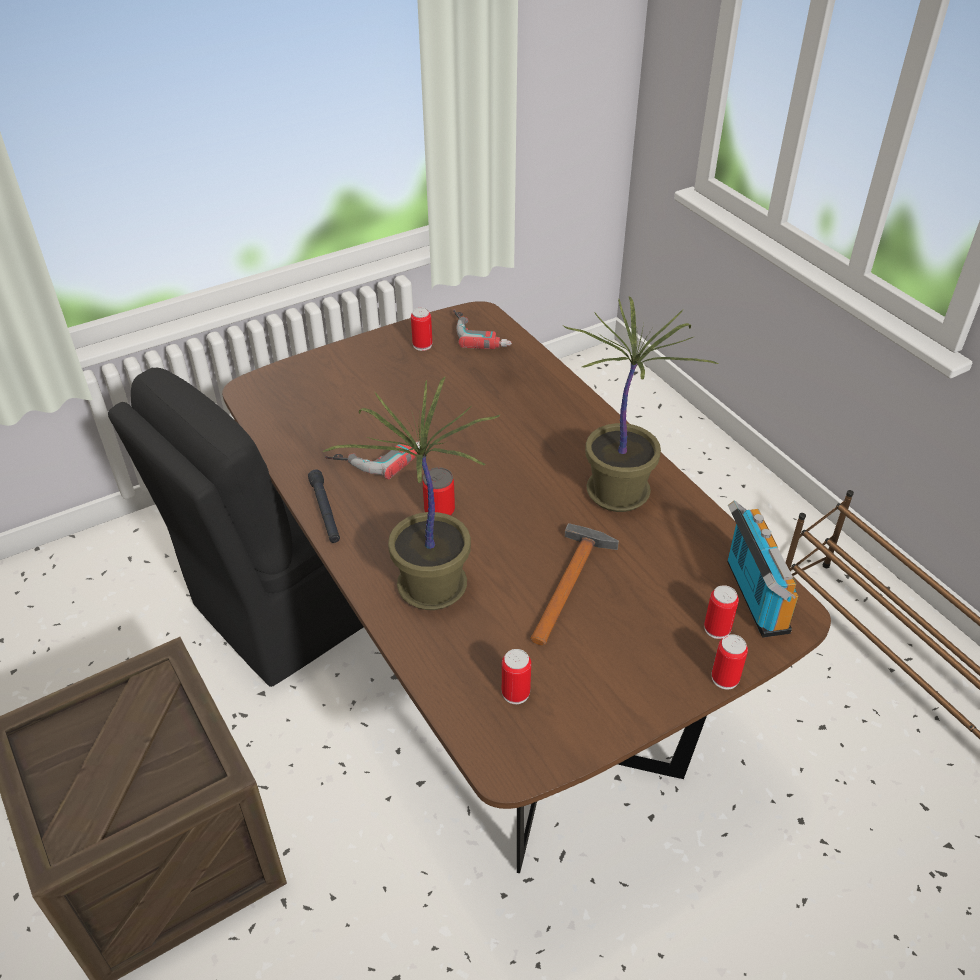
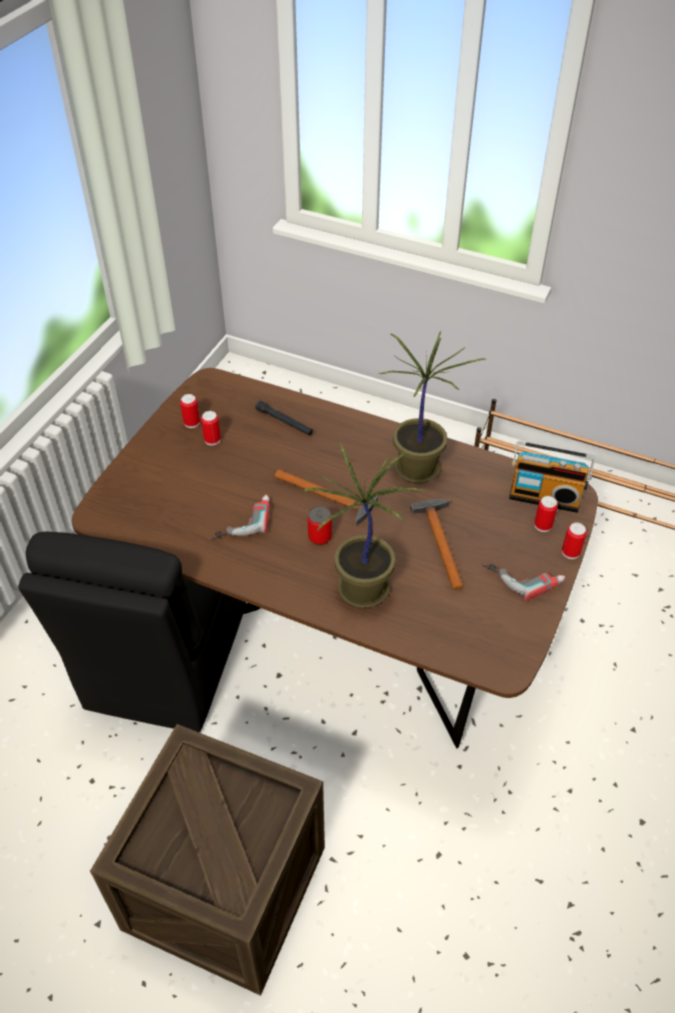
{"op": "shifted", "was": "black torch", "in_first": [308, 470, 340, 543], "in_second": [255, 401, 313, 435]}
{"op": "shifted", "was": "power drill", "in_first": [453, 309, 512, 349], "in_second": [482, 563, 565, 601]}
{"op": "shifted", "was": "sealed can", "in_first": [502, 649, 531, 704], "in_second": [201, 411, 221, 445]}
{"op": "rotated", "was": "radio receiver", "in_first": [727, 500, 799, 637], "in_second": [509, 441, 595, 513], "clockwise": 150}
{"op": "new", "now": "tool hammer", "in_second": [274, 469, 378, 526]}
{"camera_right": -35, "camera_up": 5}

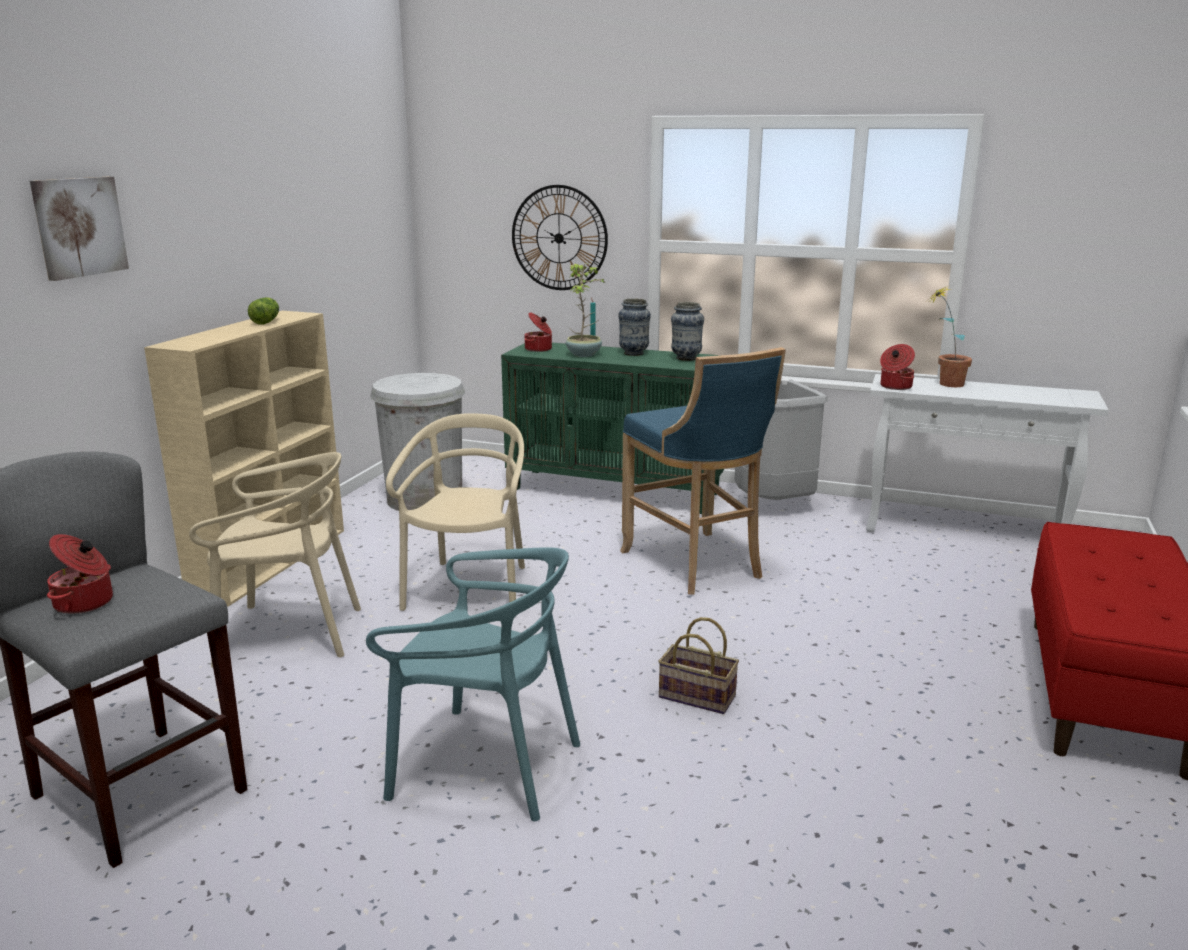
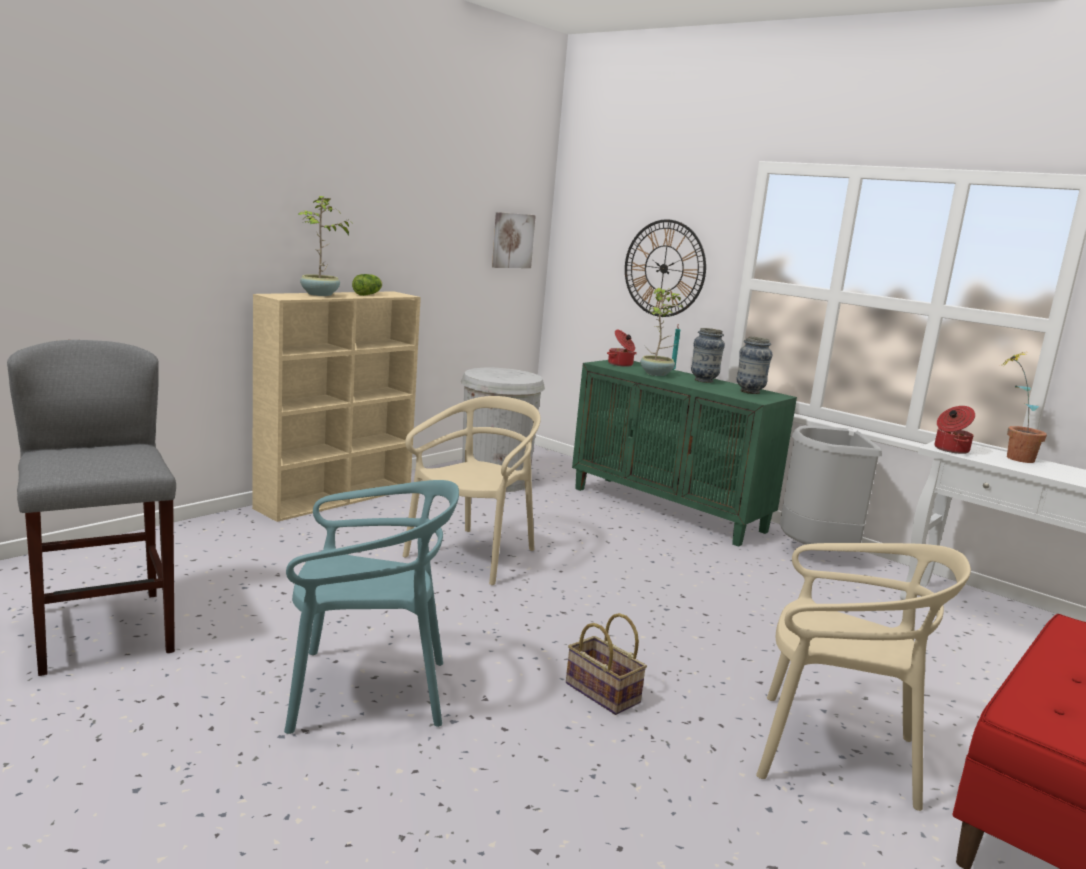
{"op": "shifted", "was": "wall picture", "in_first": [30, 177, 129, 281], "in_second": [492, 212, 536, 268]}
{"op": "gone", "was": "saucepot", "in_first": [47, 534, 113, 614]}
{"op": "shifted", "was": "beige-coloured chair", "in_first": [189, 452, 361, 668], "in_second": [756, 543, 971, 811]}
{"op": "rotated", "was": "blue-green chair", "in_first": [366, 547, 580, 821], "in_second": [284, 480, 459, 734], "clockwise": -45}
{"op": "gone", "was": "blue-coloured sitting stool", "in_first": [620, 347, 786, 595]}
{"op": "new", "now": "houseplant", "in_second": [298, 196, 353, 296]}
{"camera_right": 20, "camera_up": -5}

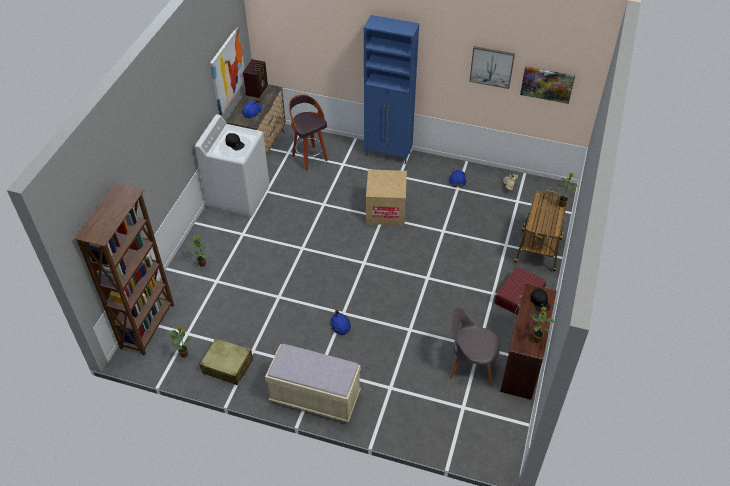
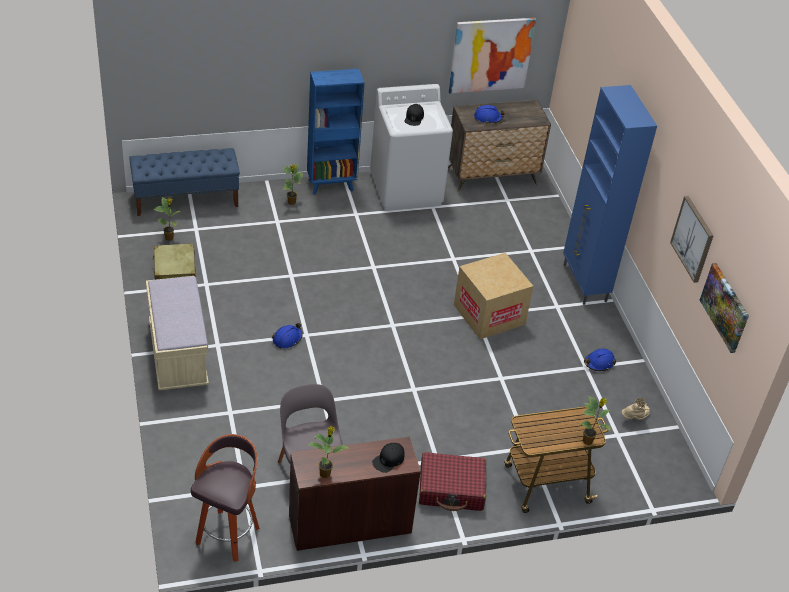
{"op": "swapped", "was": "brown shelving unit", "now": "blue-coloured bench", "in_first": [74, 183, 174, 356], "in_second": [129, 148, 240, 216]}
{"op": "gone", "was": "radio receiver", "in_first": [243, 59, 268, 98]}
{"op": "shifted", "was": "sitting stool", "in_first": [289, 94, 328, 170], "in_second": [191, 434, 260, 562]}
{"op": "new", "now": "blue-coloured shelving unit", "in_second": [307, 69, 365, 195]}
{"camera_right": 55, "camera_up": -5}

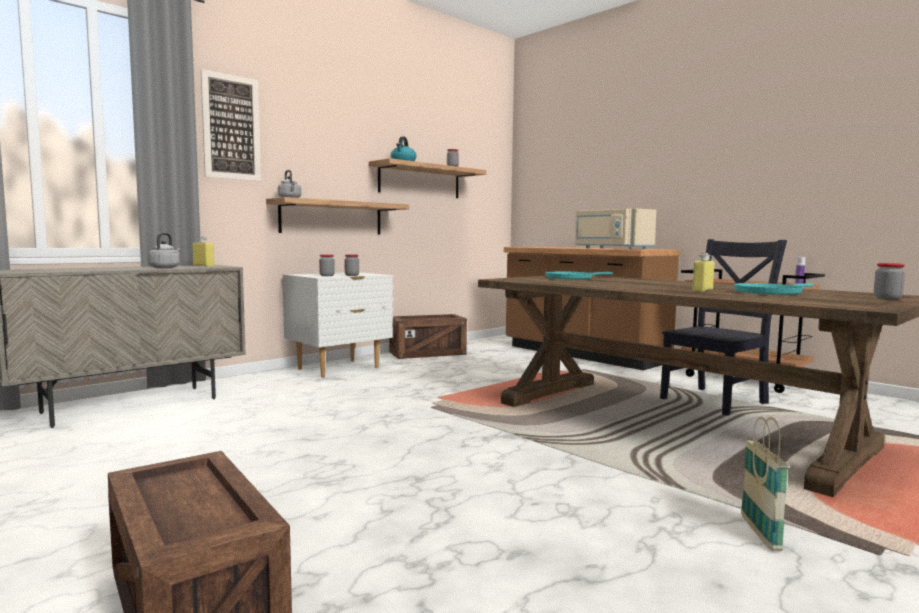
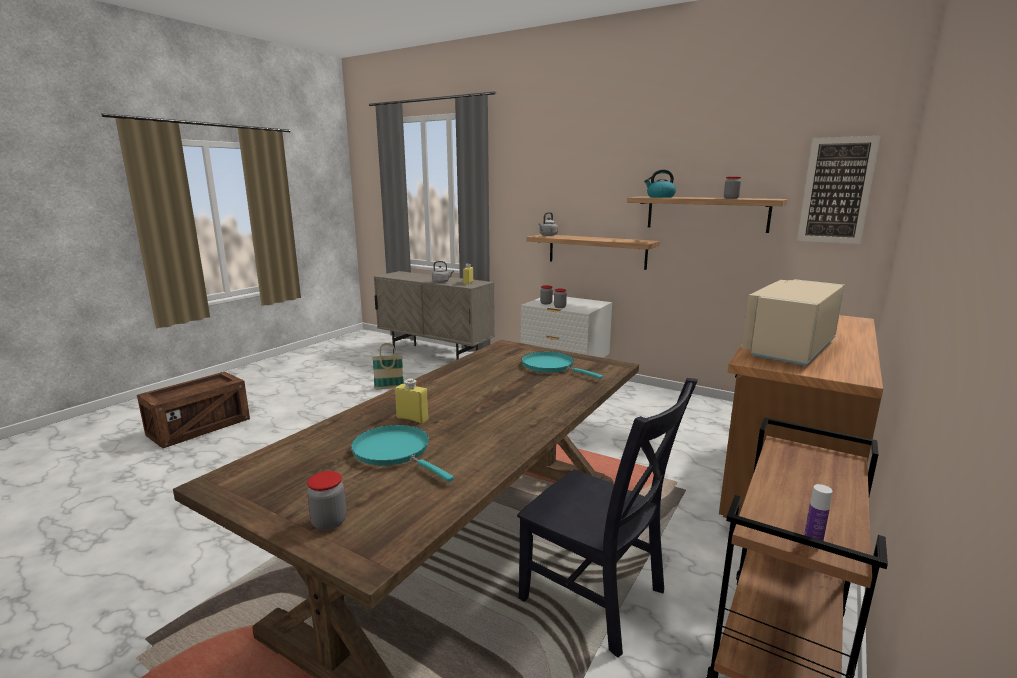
{"op": "shifted", "was": "wall picture", "in_first": [201, 69, 261, 181], "in_second": [797, 136, 881, 244]}
{"op": "gone", "was": "shipping crate", "in_first": [389, 314, 467, 359]}
{"op": "shifted", "was": "basket", "in_first": [741, 416, 789, 551], "in_second": [372, 343, 404, 389]}
{"camera_right": 75, "camera_up": 10}

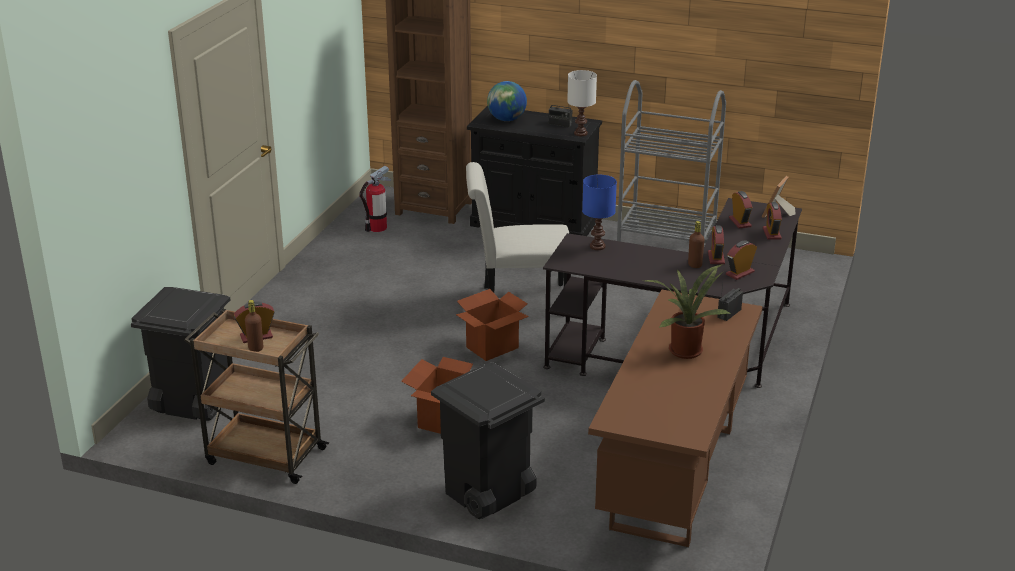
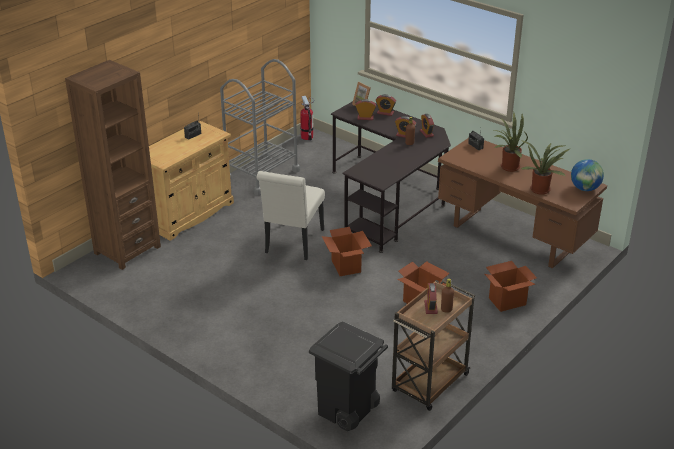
{"op": "shifted", "was": "fire-fighting cylinder", "in_first": [359, 166, 391, 232], "in_second": [300, 96, 314, 141]}
{"op": "swapped", "was": "black waste bin", "now": "packing box", "in_first": [431, 362, 545, 519], "in_second": [485, 261, 537, 312]}
{"op": "repainted", "was": "black cupboard", "now": "beige-coloured cupboard", "in_first": [467, 106, 602, 236], "in_second": [149, 121, 234, 241]}
{"op": "shifted", "was": "world globe", "in_first": [487, 81, 527, 121], "in_second": [571, 159, 604, 191]}
{"op": "gone", "was": "white-coloured table lamp", "in_first": [567, 70, 597, 136]}
{"op": "gone", "was": "blue-coloured table lamp", "in_first": [582, 175, 617, 250]}
{"op": "new", "now": "houseplant", "in_second": [521, 140, 571, 195]}
{"camera_right": -70, "camera_up": 5}

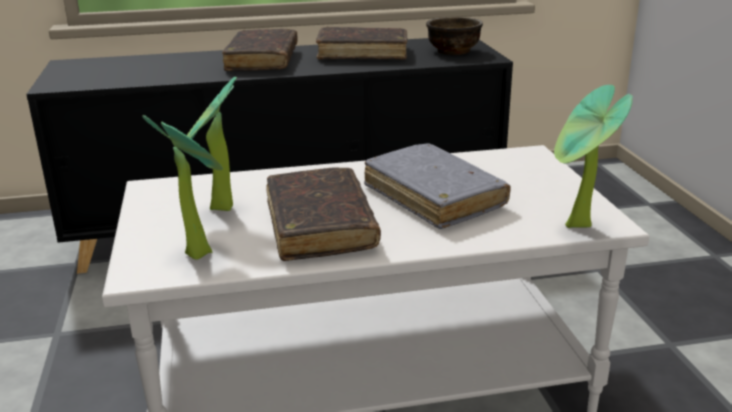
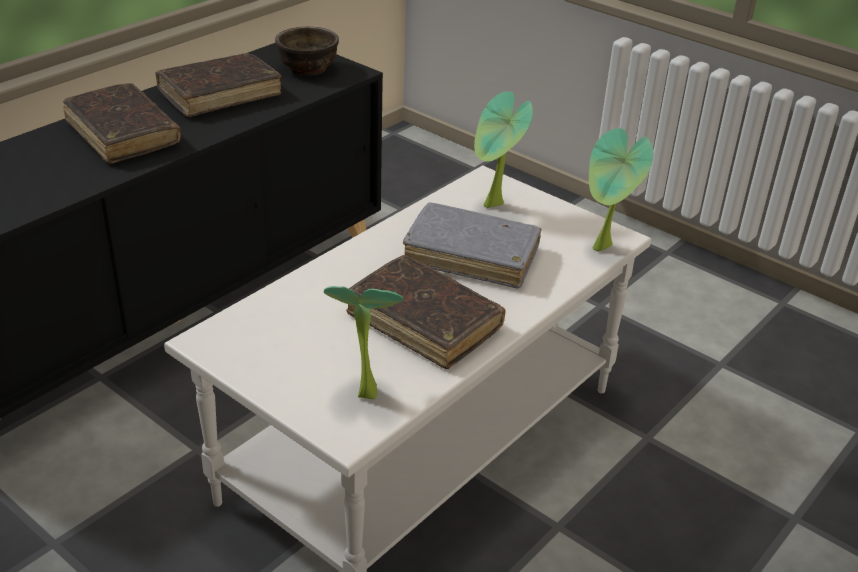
{"op": "shifted", "was": "houseplant", "in_first": [187, 77, 237, 211], "in_second": [474, 91, 533, 208]}
{"camera_right": -40, "camera_up": 10}

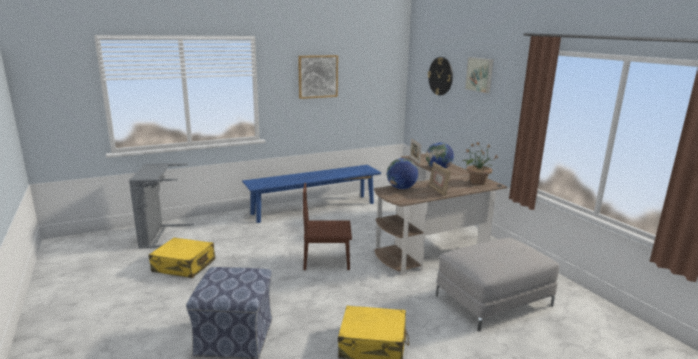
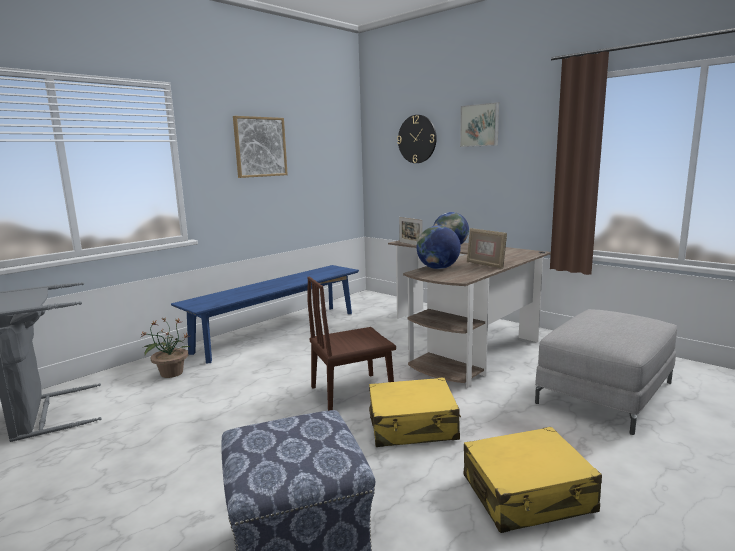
{"op": "shifted", "was": "yellow piece of luggage", "in_first": [149, 238, 215, 278], "in_second": [369, 377, 461, 447]}
{"op": "shifted", "was": "houseplant", "in_first": [462, 142, 499, 185], "in_second": [140, 318, 190, 378]}
{"camera_right": -20, "camera_up": -5}

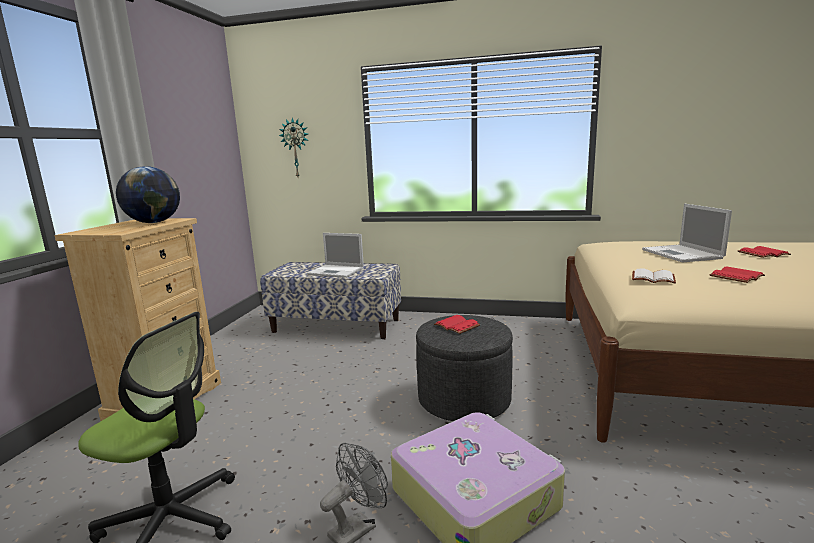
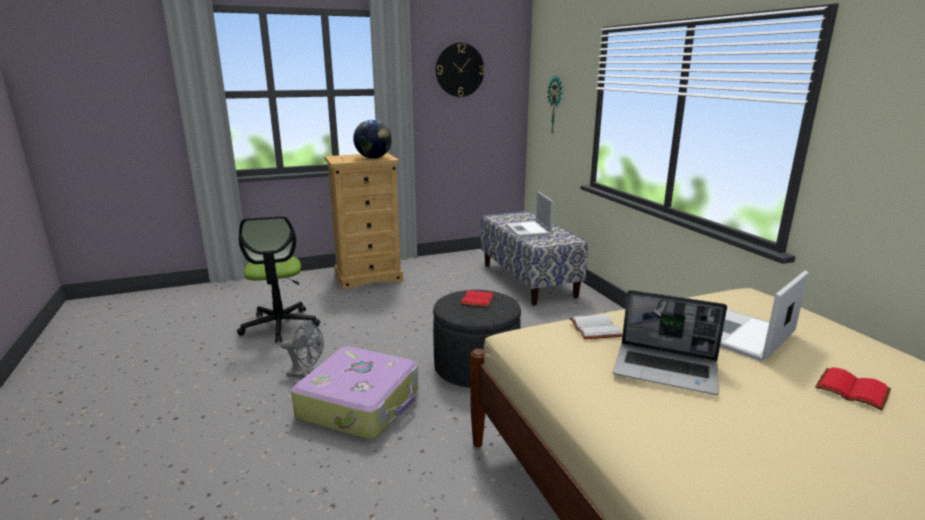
{"op": "swapped", "was": "red book", "now": "laptop", "in_first": [709, 266, 765, 283], "in_second": [613, 290, 727, 395]}
{"op": "new", "now": "clock on the wall", "in_second": [436, 43, 484, 97]}
{"camera_right": 55, "camera_up": 5}

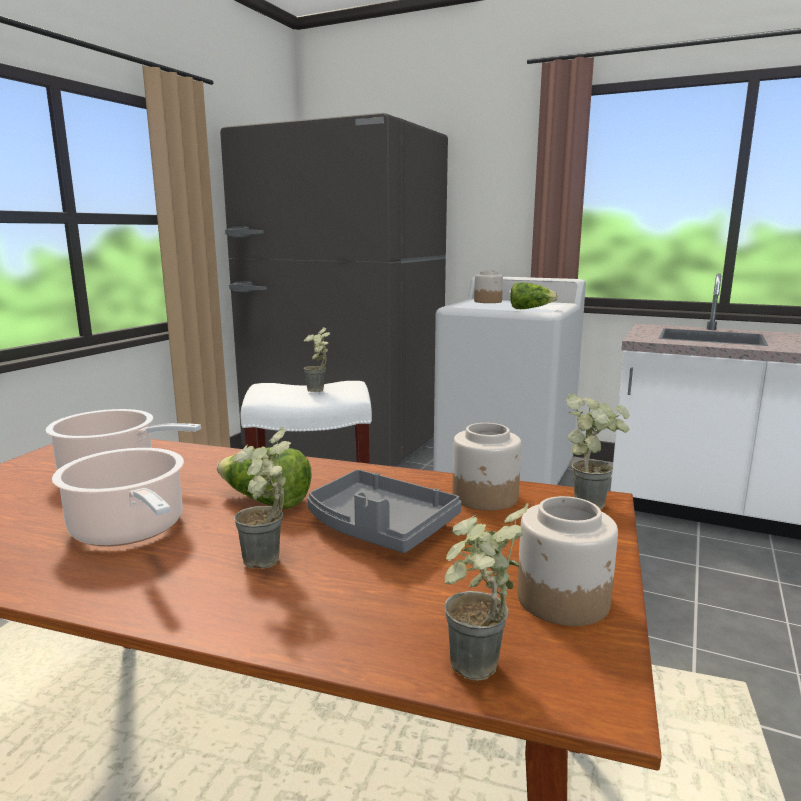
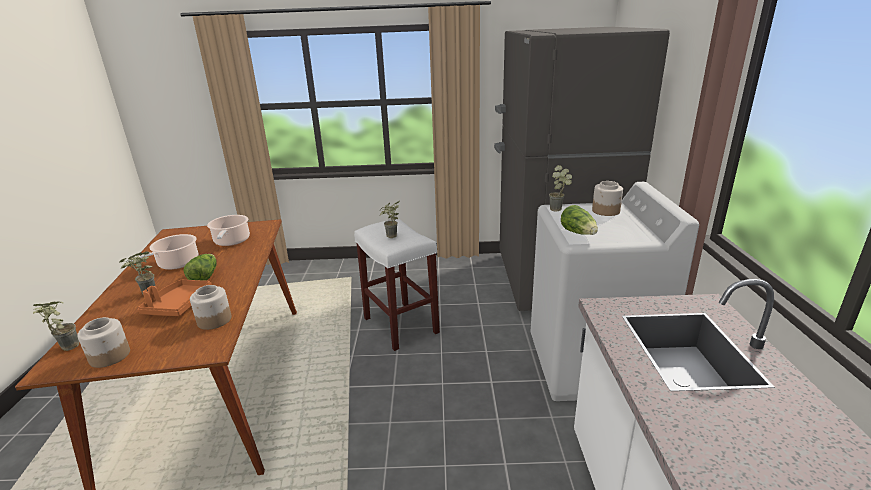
{"op": "repainted", "was": "grey carrying tray", "now": "orange carrying tray", "in_first": [307, 470, 461, 553], "in_second": [138, 280, 212, 316]}
{"op": "shifted", "was": "houseplant", "in_first": [566, 394, 630, 509], "in_second": [549, 165, 572, 212]}
{"camera_right": 65, "camera_up": 10}

